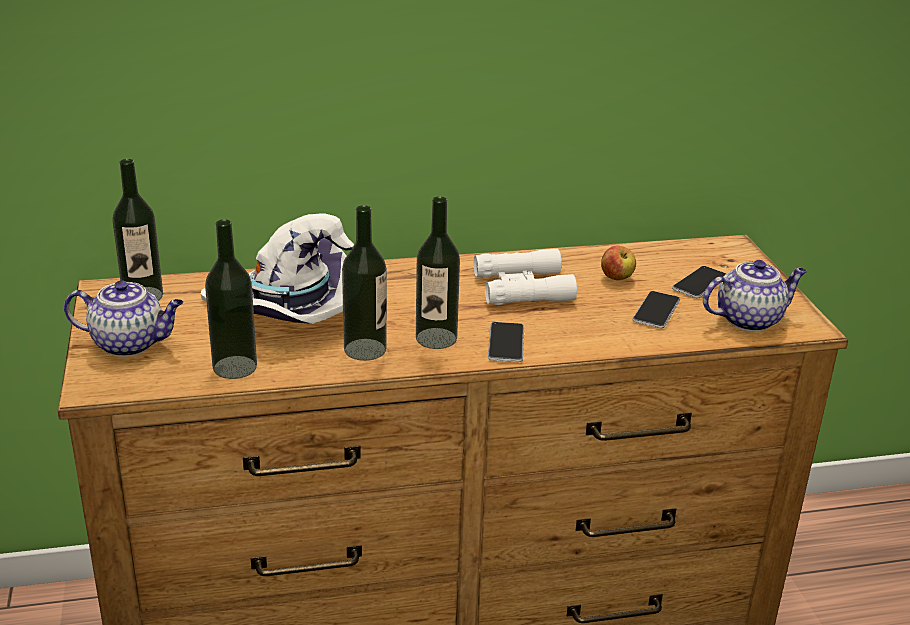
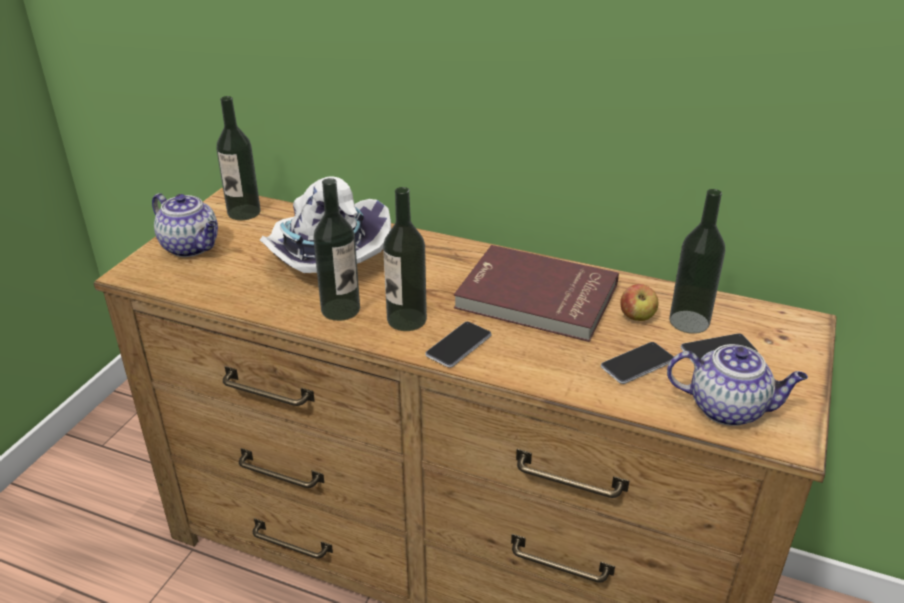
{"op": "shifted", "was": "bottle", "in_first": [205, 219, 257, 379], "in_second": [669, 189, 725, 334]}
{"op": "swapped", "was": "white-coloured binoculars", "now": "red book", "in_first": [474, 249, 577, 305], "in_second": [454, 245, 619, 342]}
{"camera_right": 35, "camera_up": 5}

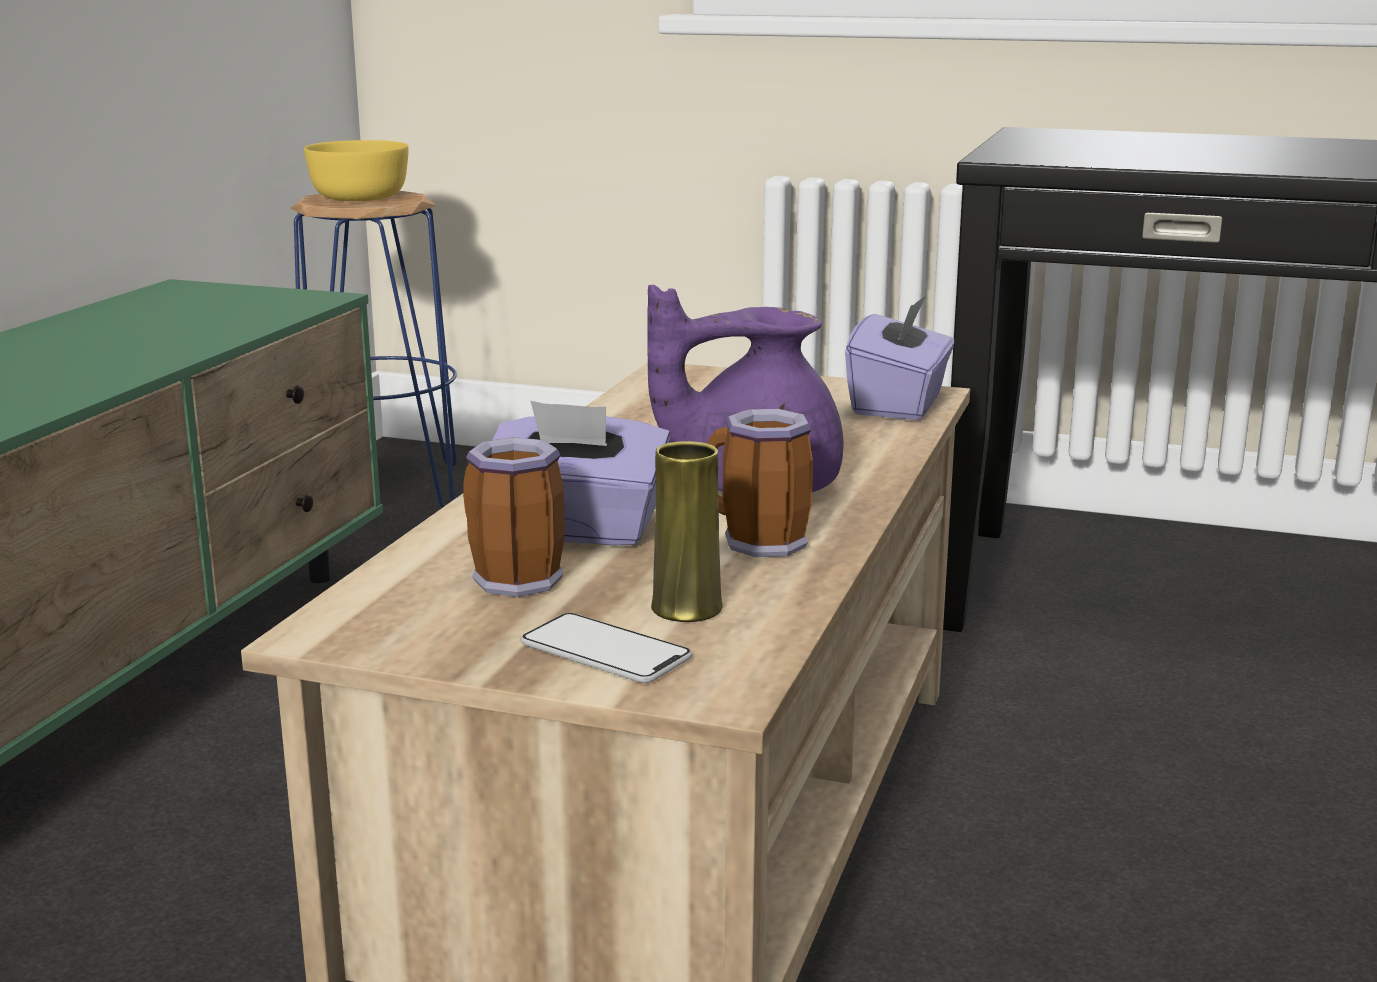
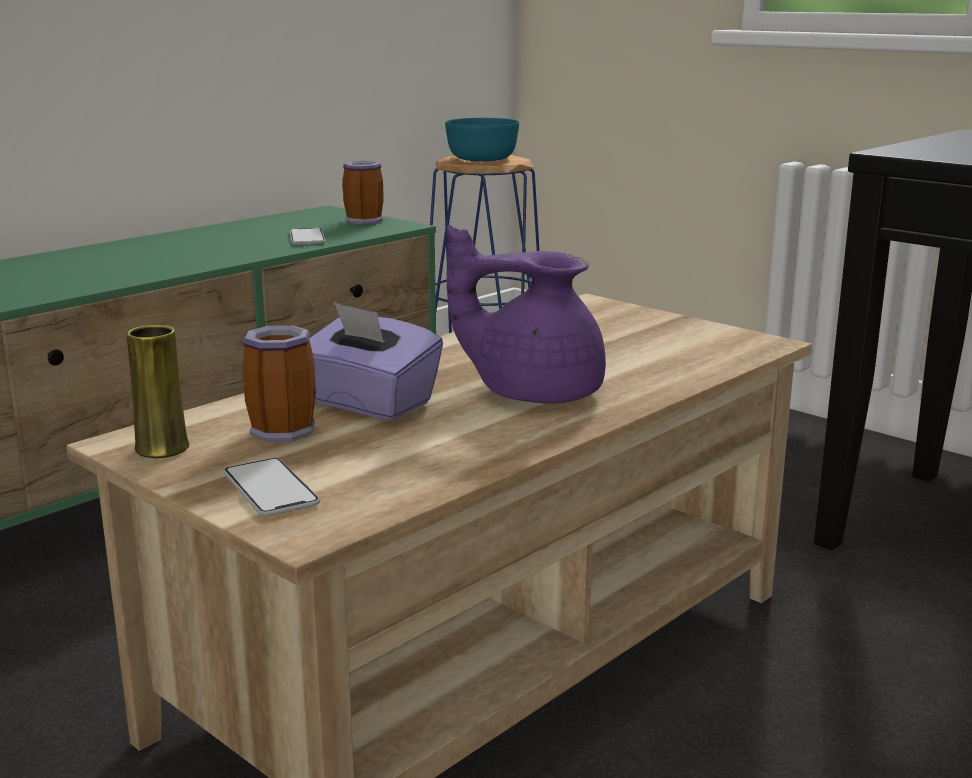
{"op": "repainted", "was": "yellow bowl", "now": "blue-green bowl", "in_first": [304, 140, 408, 201], "in_second": [445, 118, 519, 161]}
{"op": "shifted", "was": "yellow vase", "in_first": [651, 441, 723, 622], "in_second": [126, 325, 189, 458]}
{"op": "shifted", "was": "coffee mug", "in_first": [707, 409, 813, 557], "in_second": [342, 161, 384, 225]}
{"op": "gone", "was": "purple tissue box", "in_first": [845, 294, 954, 420]}
{"op": "new", "now": "phone", "in_second": [289, 228, 326, 245]}
{"camera_right": 25, "camera_up": 0}

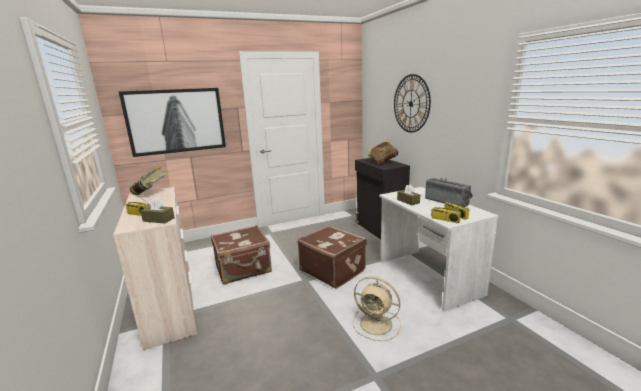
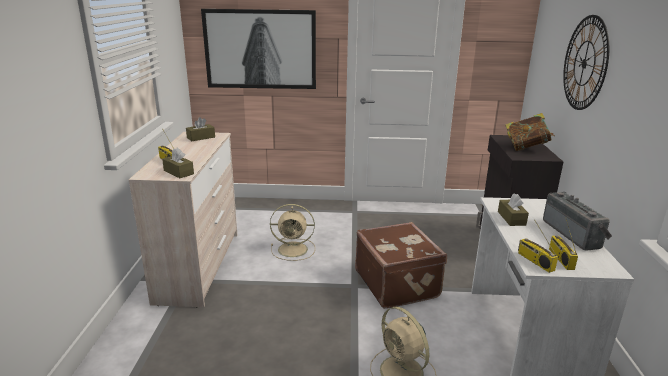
{"op": "swapped", "was": "book", "now": "brown tissue box", "in_first": [130, 164, 168, 195], "in_second": [186, 117, 215, 141]}
{"op": "swapped", "was": "brown piece of luggage", "now": "beige-coloured electric fan", "in_first": [211, 225, 272, 285], "in_second": [270, 204, 315, 261]}
{"camera_right": 25, "camera_up": 5}

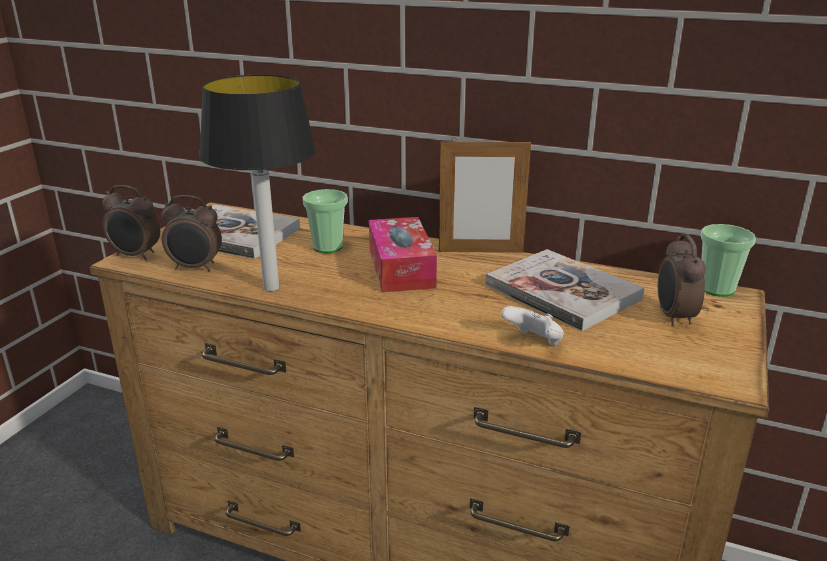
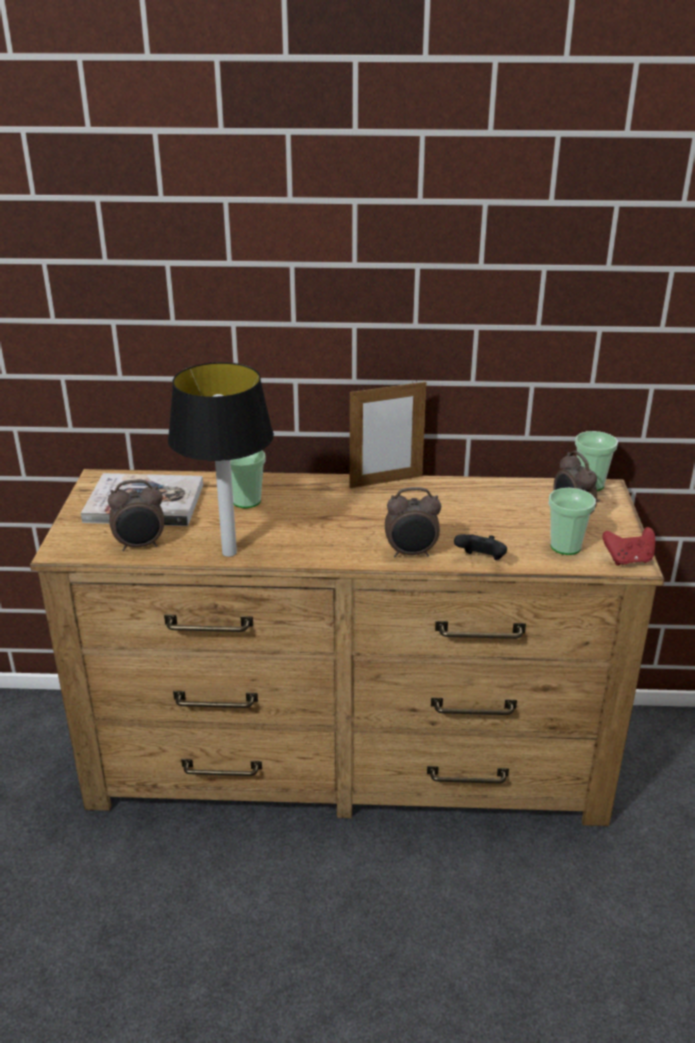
{"op": "shifted", "was": "alarm clock", "in_first": [102, 185, 160, 260], "in_second": [385, 487, 441, 557]}
{"op": "gone", "was": "tissue box", "in_first": [369, 217, 437, 292]}
{"op": "gone", "was": "book", "in_first": [485, 249, 644, 331]}
{"op": "repainted", "was": "white-coloured joypad", "now": "black joypad", "in_first": [501, 306, 564, 346], "in_second": [454, 534, 507, 560]}
{"op": "new", "now": "cup", "in_second": [549, 488, 596, 555]}
{"op": "new", "now": "red joypad", "in_second": [602, 527, 655, 566]}
{"camera_right": -20, "camera_up": 5}

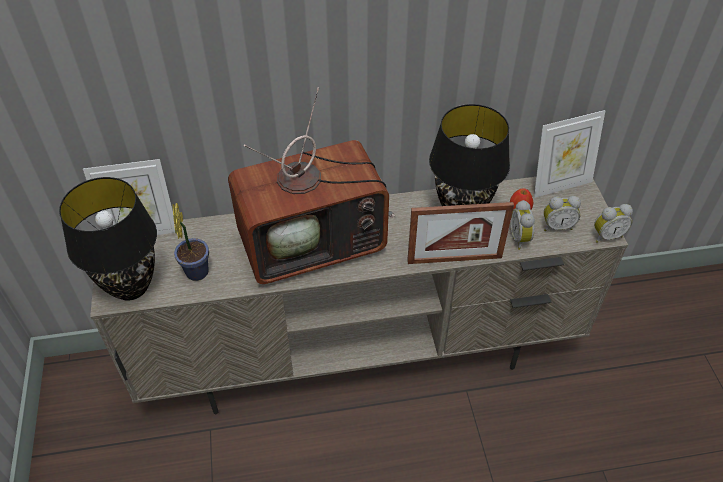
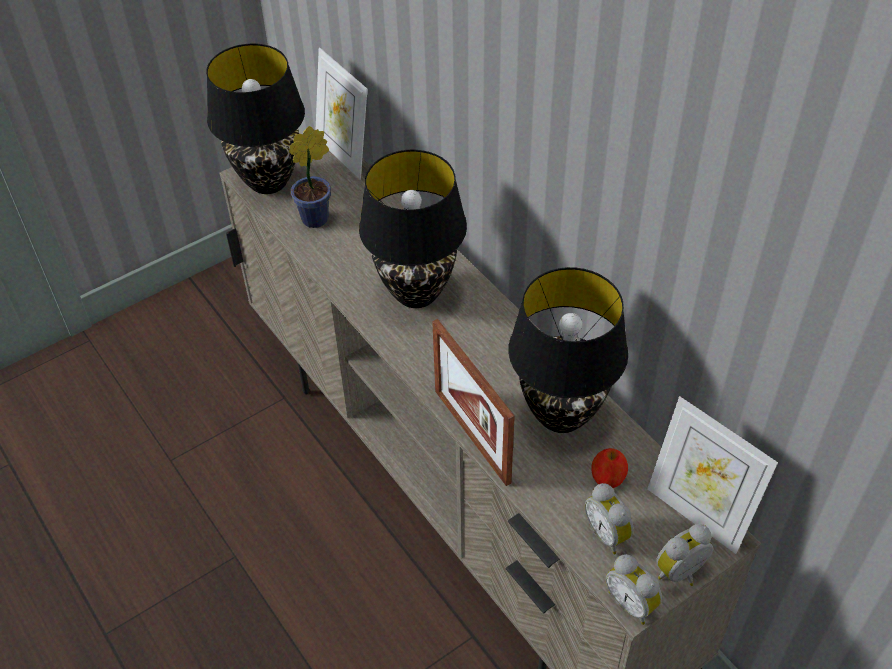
{"op": "swapped", "was": "TV", "now": "black table lamp", "in_first": [228, 88, 395, 284], "in_second": [359, 149, 467, 308]}
{"op": "shifted", "was": "alarm clock", "in_first": [510, 200, 535, 250], "in_second": [656, 524, 713, 586]}
{"camera_right": 65, "camera_up": 0}

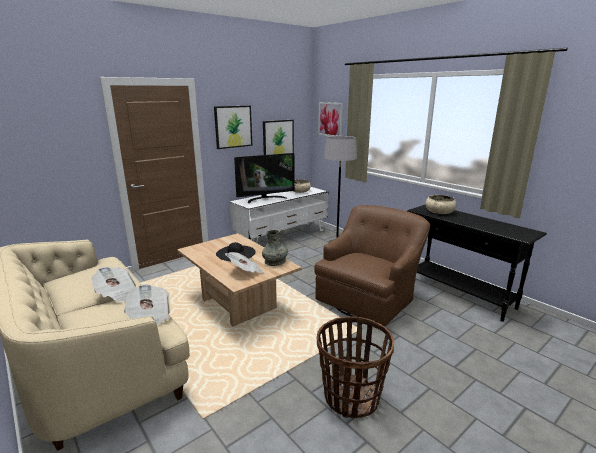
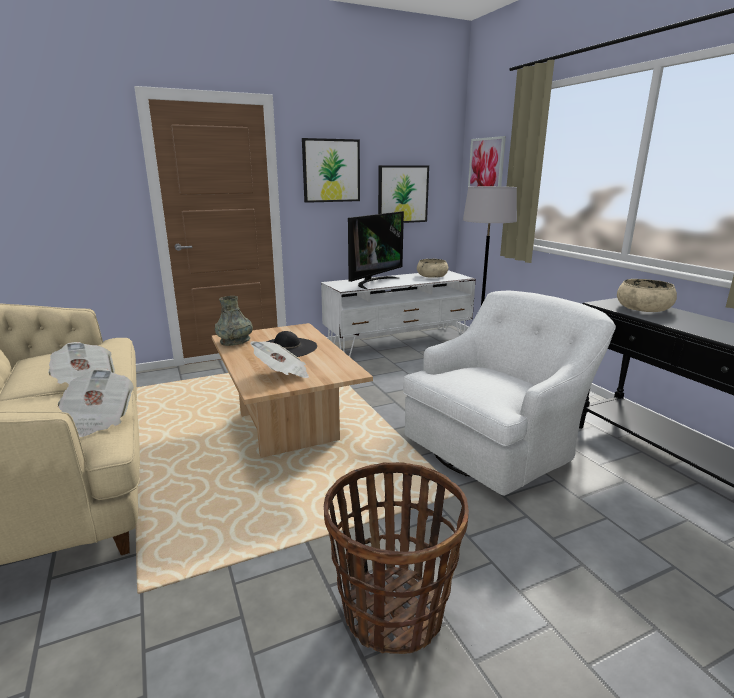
{"op": "rotated", "was": "TV", "in_first": [234, 153, 295, 203], "in_second": [348, 211, 404, 289], "clockwise": -45}
{"op": "shifted", "was": "grey vase", "in_first": [262, 230, 288, 266], "in_second": [215, 296, 253, 346]}
{"op": "repainted", "was": "brown lounge chair", "now": "white-coloured lounge chair", "in_first": [314, 205, 430, 327], "in_second": [403, 290, 616, 496]}
{"camera_right": 15, "camera_up": 0}

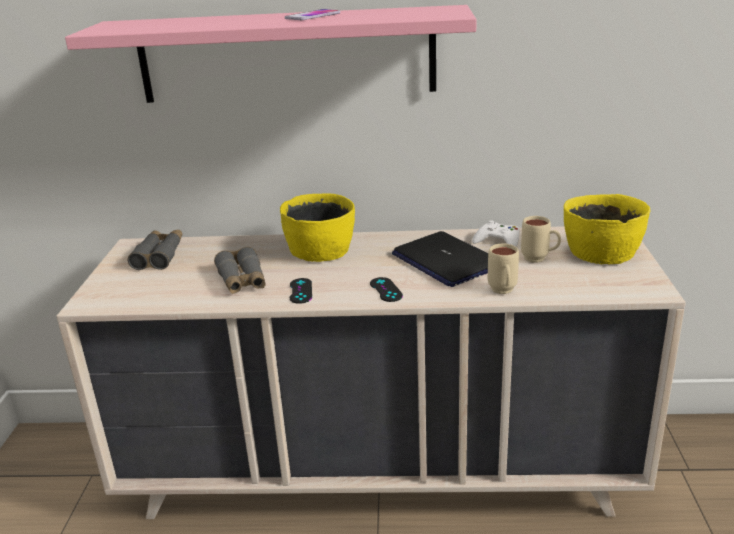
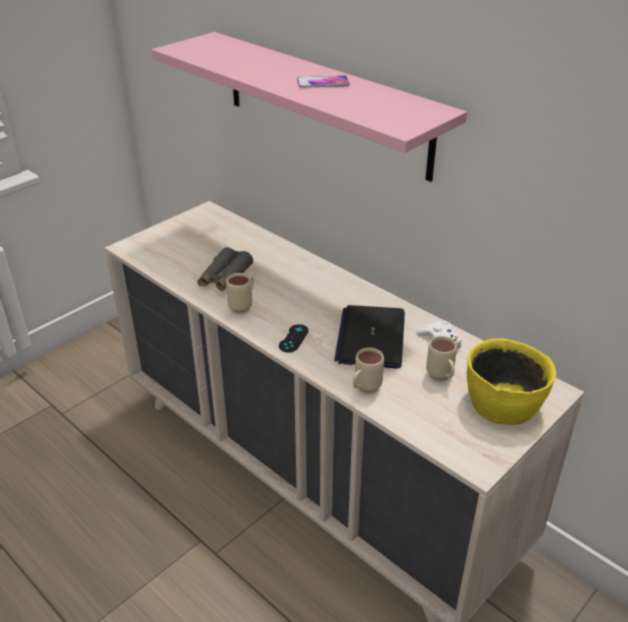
{"op": "gone", "was": "grey binoculars", "in_first": [128, 230, 182, 270]}
{"op": "gone", "was": "yellow bowl", "in_first": [280, 193, 355, 262]}
{"op": "swapped", "was": "black joypad", "now": "beige-coloured coffee mug", "in_first": [290, 278, 312, 304], "in_second": [226, 273, 254, 314]}
{"camera_right": 40, "camera_up": 10}

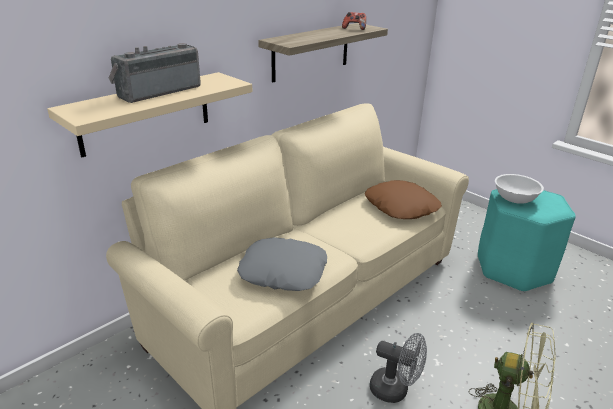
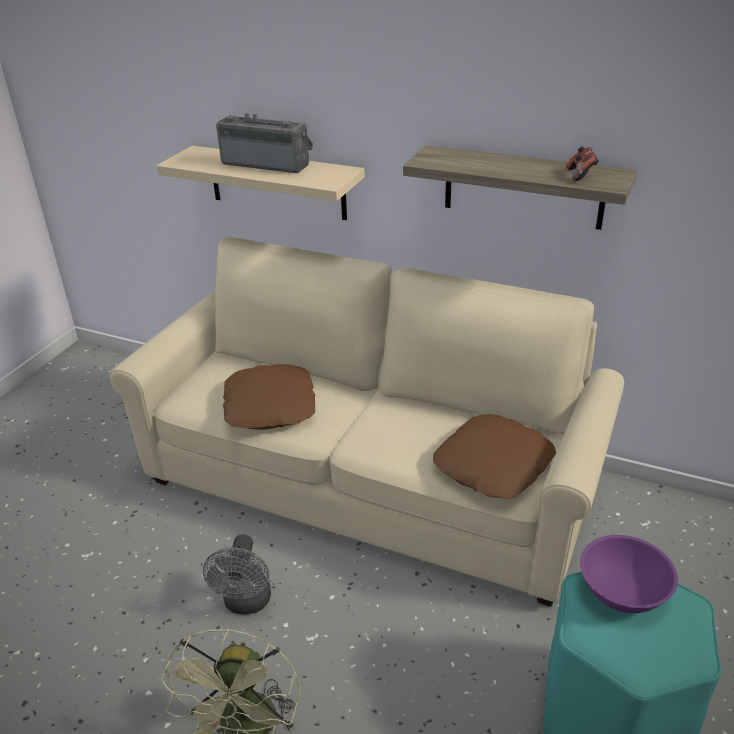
{"op": "repainted", "was": "grey cushion", "now": "brown cushion", "in_first": [237, 237, 327, 291], "in_second": [223, 364, 315, 430]}
{"op": "repainted", "was": "white-coloured bowl", "now": "purple bowl", "in_first": [495, 174, 544, 204], "in_second": [580, 535, 678, 613]}
{"camera_right": 70, "camera_up": 5}

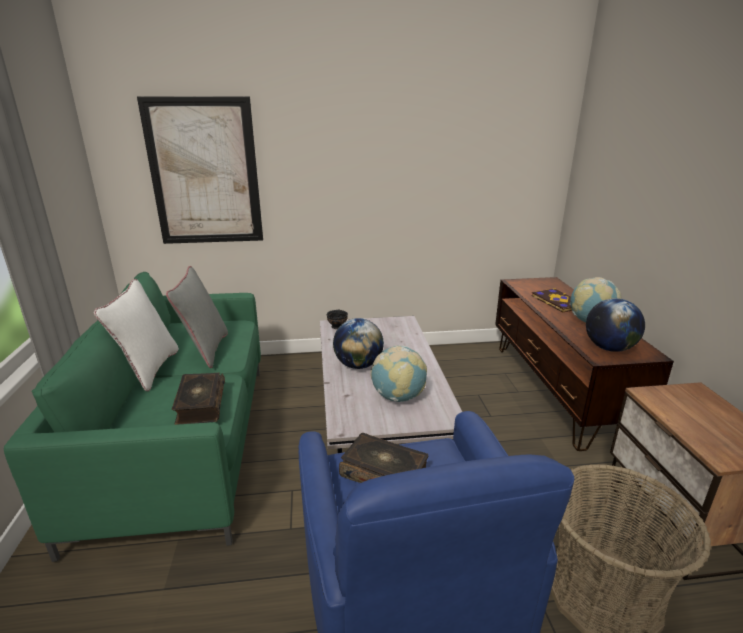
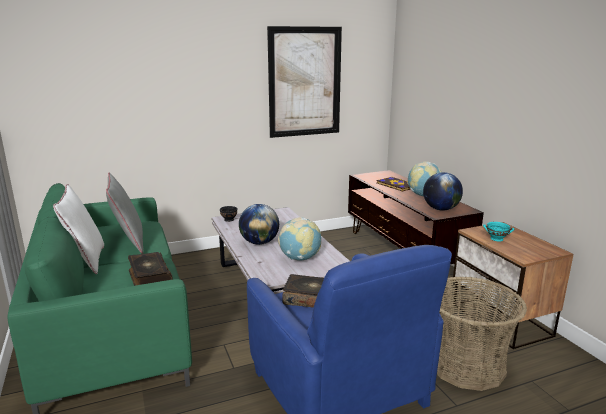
{"op": "shifted", "was": "wall picture", "in_first": [137, 97, 263, 244], "in_second": [267, 26, 342, 138]}
{"op": "new", "now": "blue-green bowl", "in_second": [483, 222, 514, 242]}
{"camera_right": -15, "camera_up": -5}

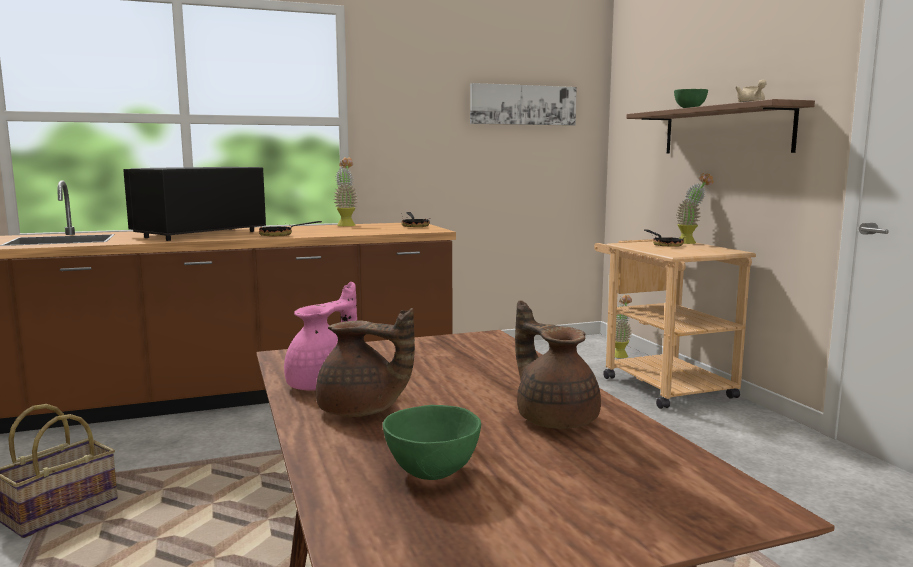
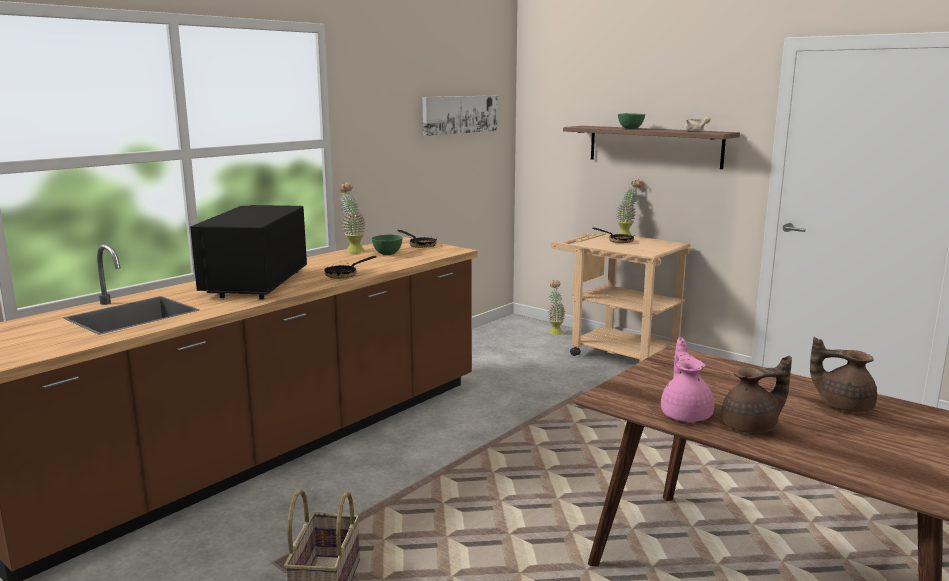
{"op": "shifted", "was": "greenish bowl", "in_first": [383, 405, 481, 480], "in_second": [372, 235, 403, 255]}
{"camera_right": -30, "camera_up": 5}

